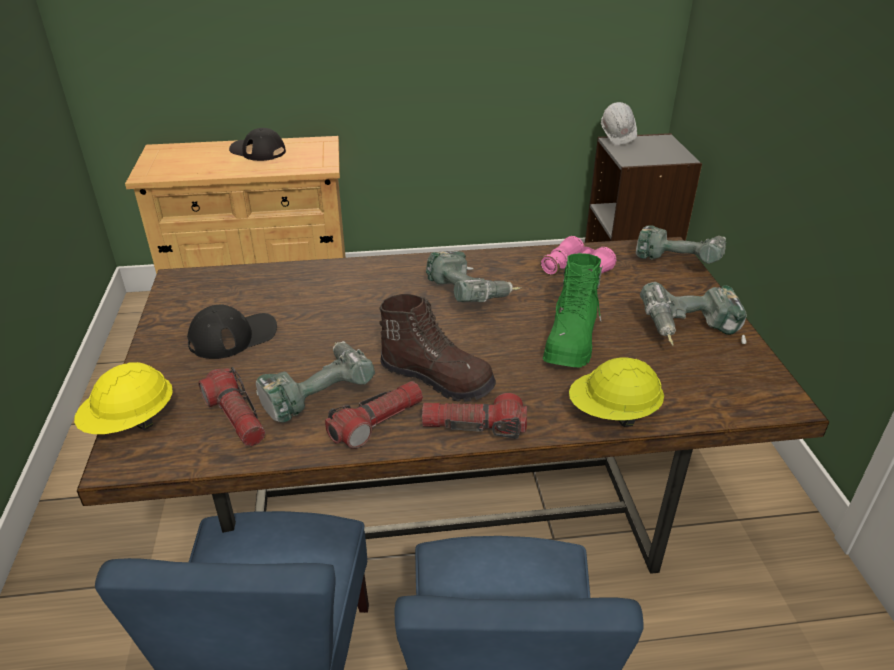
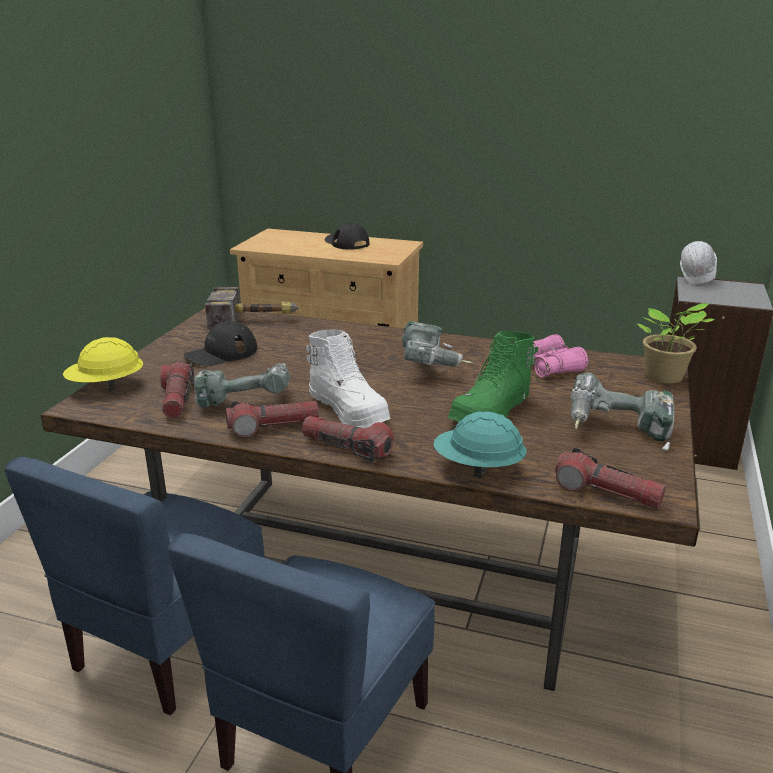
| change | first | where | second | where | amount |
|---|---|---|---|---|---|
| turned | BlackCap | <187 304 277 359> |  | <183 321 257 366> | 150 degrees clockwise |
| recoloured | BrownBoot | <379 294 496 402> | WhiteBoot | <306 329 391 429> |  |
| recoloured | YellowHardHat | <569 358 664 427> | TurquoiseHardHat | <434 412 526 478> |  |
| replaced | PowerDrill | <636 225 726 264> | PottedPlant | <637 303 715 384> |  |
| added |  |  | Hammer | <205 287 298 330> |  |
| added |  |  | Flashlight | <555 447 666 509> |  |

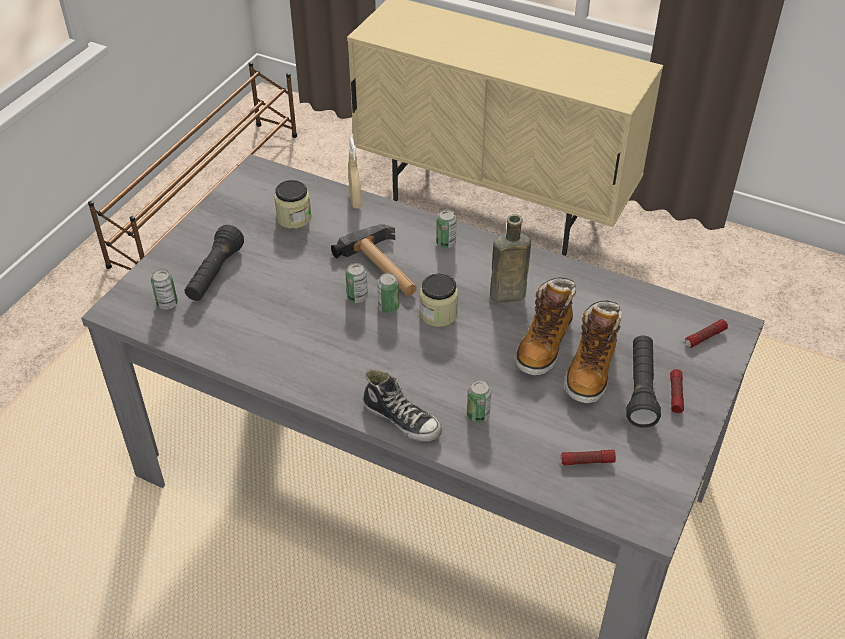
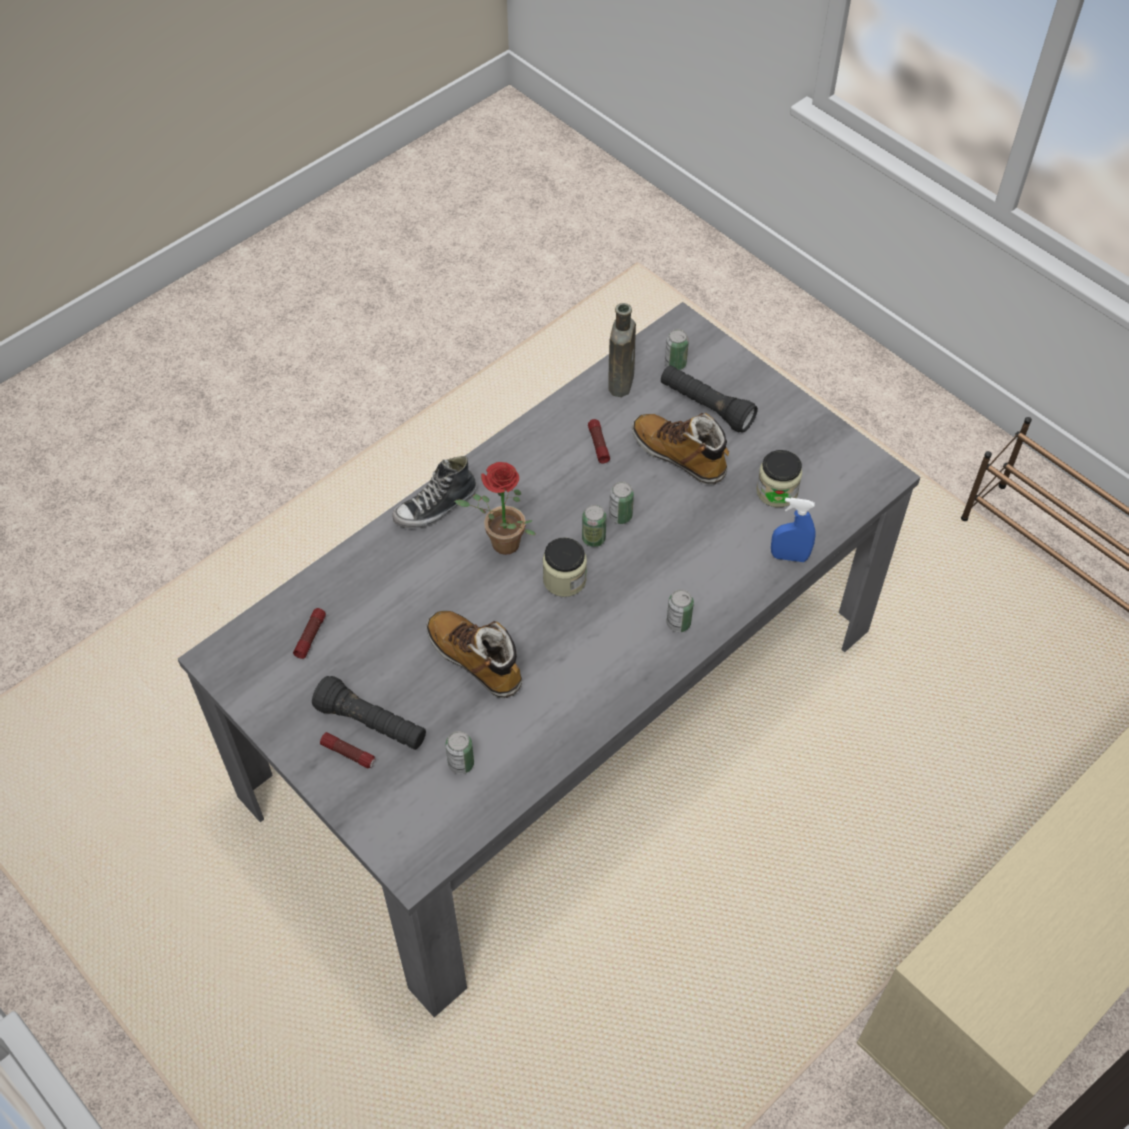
| change | first | where | second | where | amount |
|---|---|---|---|---|---|
| removed | Hammer | <331 224 417 296> |  |  |  |
| recoloured | BeigeSprayBottle | <348 137 362 209> | BlueSprayBottle | <771 498 816 562> |  |
| moved | Can | <467 380 491 423> |  | <445 731 474 774> |  |
| moved | BrownBottle | <490 214 531 303> |  | <608 303 636 397> |  |
| moved | Boot | <564 301 622 404> |  | <632 412 729 485> |  |
| moved | Flashlight | <685 319 728 348> |  | <588 419 610 463> |  |
| added |  |  | PottedPlant | <454 462 536 555> |  |

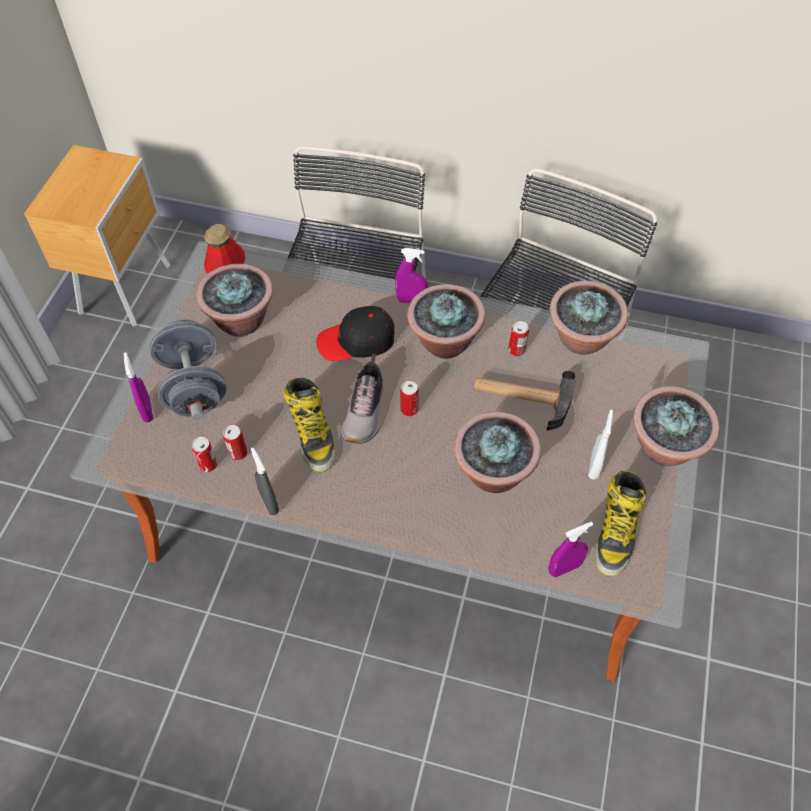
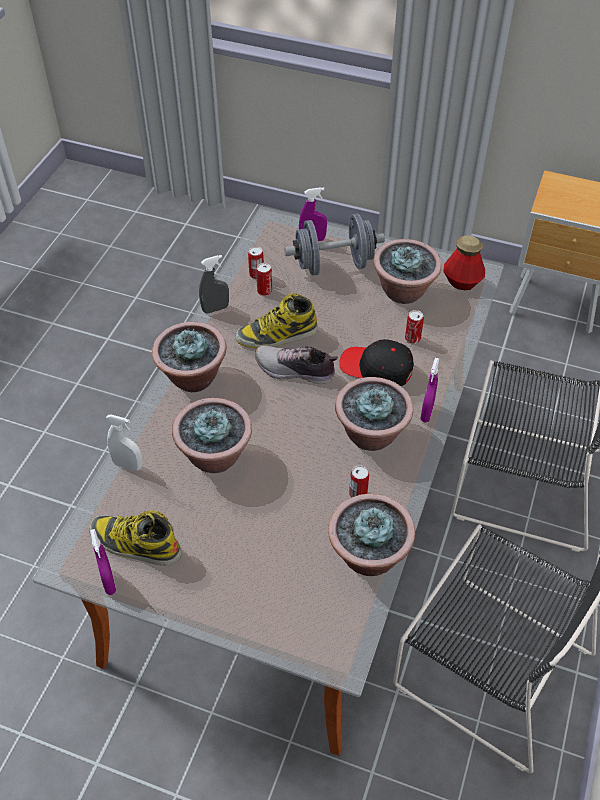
| change | first | where | second | where | amount |
|---|---|---|---|---|---|
| turned | BlackCap | <316 306 394 361> |  | <339 339 414 386> | 60 degrees counterclockwise |
| moved | Can | <400 381 419 416> |  | <405 310 424 344> |  |
| removed | Hammer | <474 371 576 431> |  |  |  |
| moved | PurpleSprayBottle | <549 522 593 577> |  | <90 529 116 595> |  |
| moved | WhiteSprayBottle | <588 410 613 480> |  | <106 415 143 471> |  |
| moved | PottedPlant | <633 386 720 466> |  | <152 322 226 392> |  |

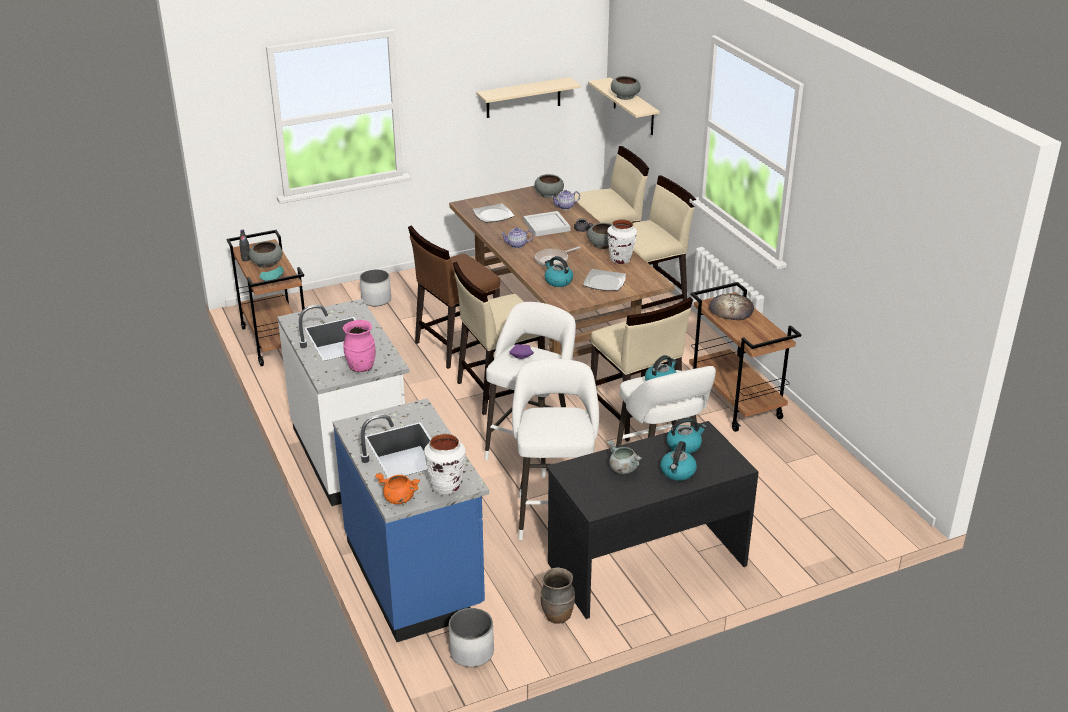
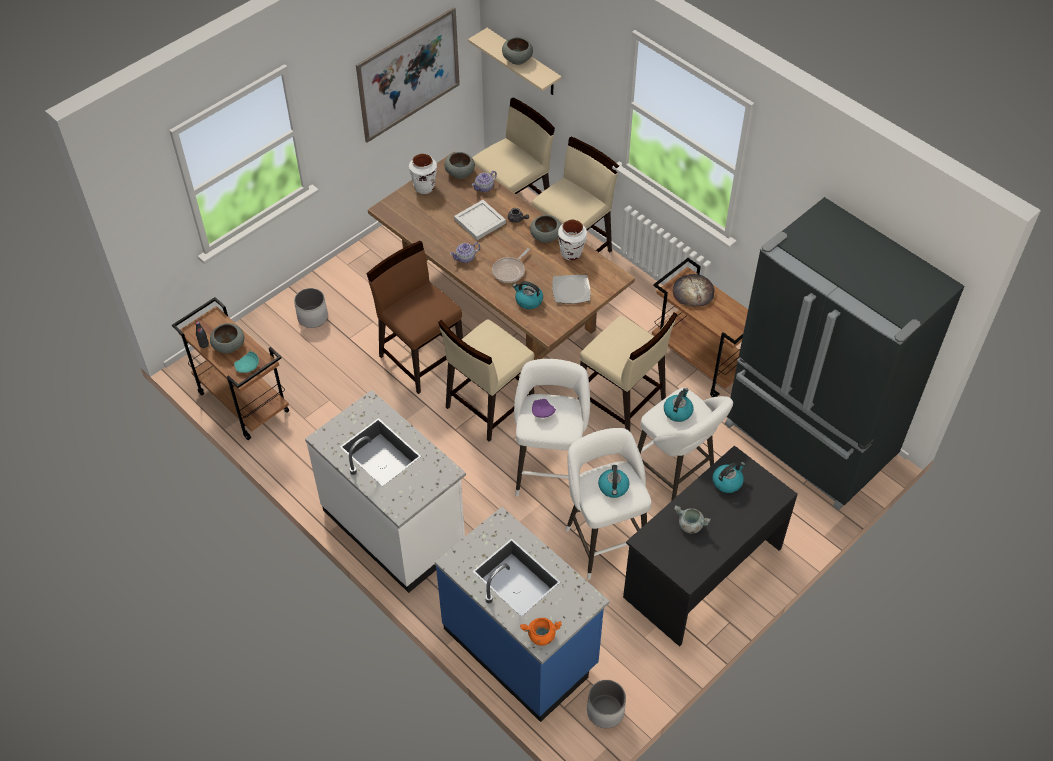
| change | first | where | second | where | amount |
|---|---|---|---|---|---|
| removed | PinkVase | <343 320 376 372> |  |  |  |
| turned | BrownChair | <408 225 500 369> |  | <367 241 463 394> | 105 degrees clockwise |
| moved | WhiteVase | <424 434 466 494> |  | <409 154 437 194> |  |
| removed | Plate | <473 203 514 223> |  |  |  |
| replaced | BeigeShelf | <476 77 581 118> | Picture | <356 7 460 143> |  |
| removed | BrownVase | <541 567 575 624> |  |  |  |
| moved | Kettle | <660 441 697 481> |  | <598 465 630 498> |  |
| added |  |  | BlackFridge | <725 197 964 511> |  |

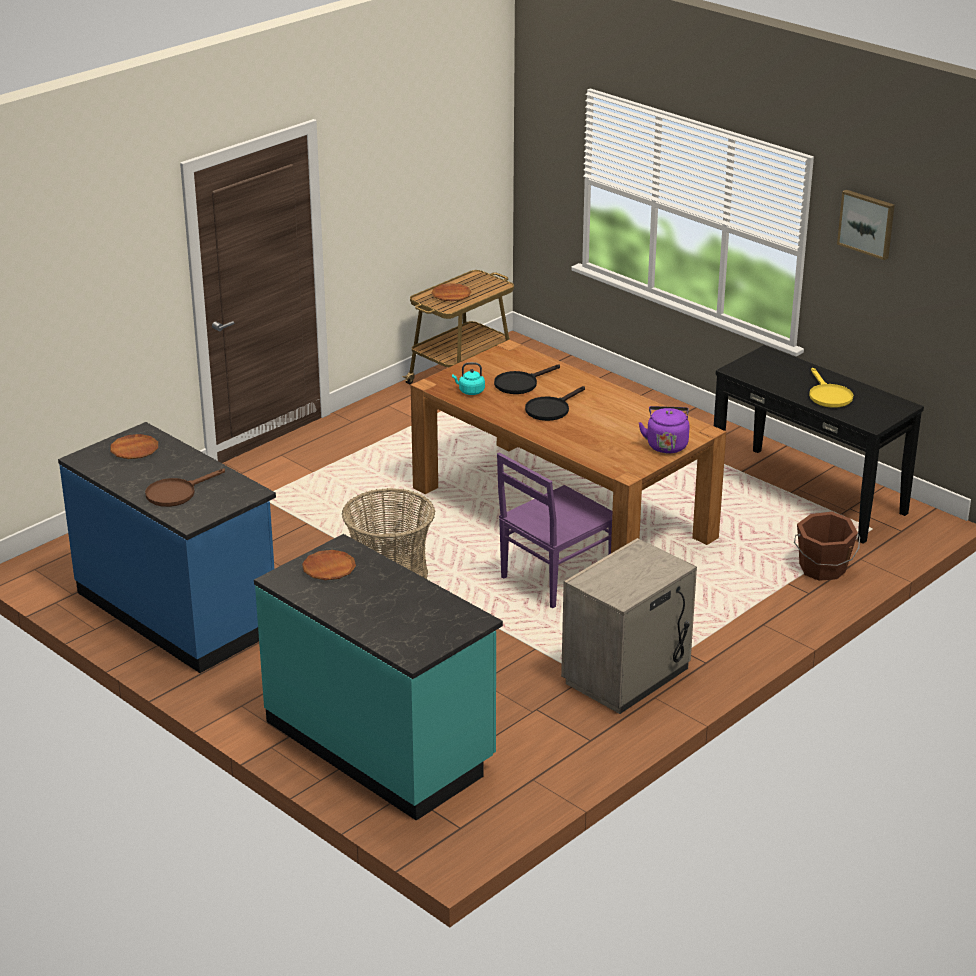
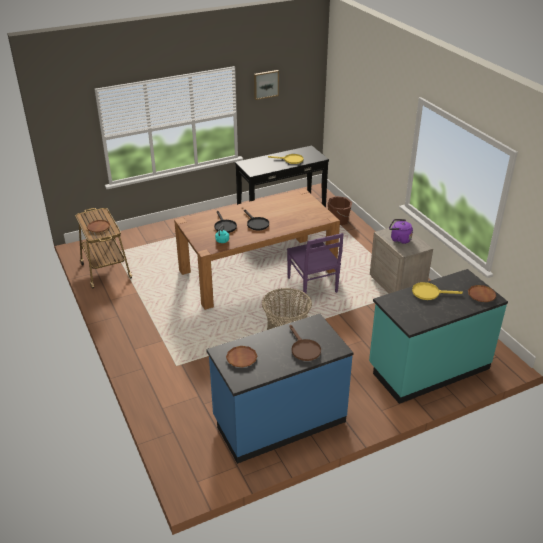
| change | first | where | second | where | amount |
|---|---|---|---|---|---|
| moved | BrownPlate | <302 550 356 580> |  | <468 285 496 302> |  |
| moved | PurpleKettle | <639 406 690 453> |  | <389 219 413 244> |  |
| added |  |  | YellowFryingPan | <412 282 463 300> |  |

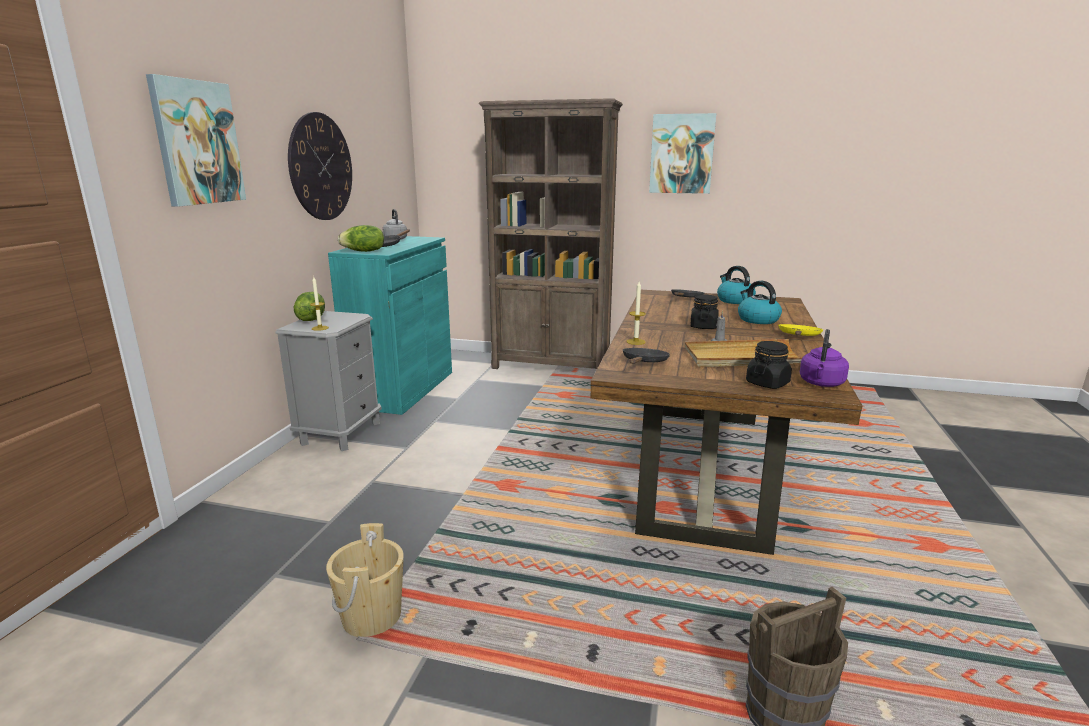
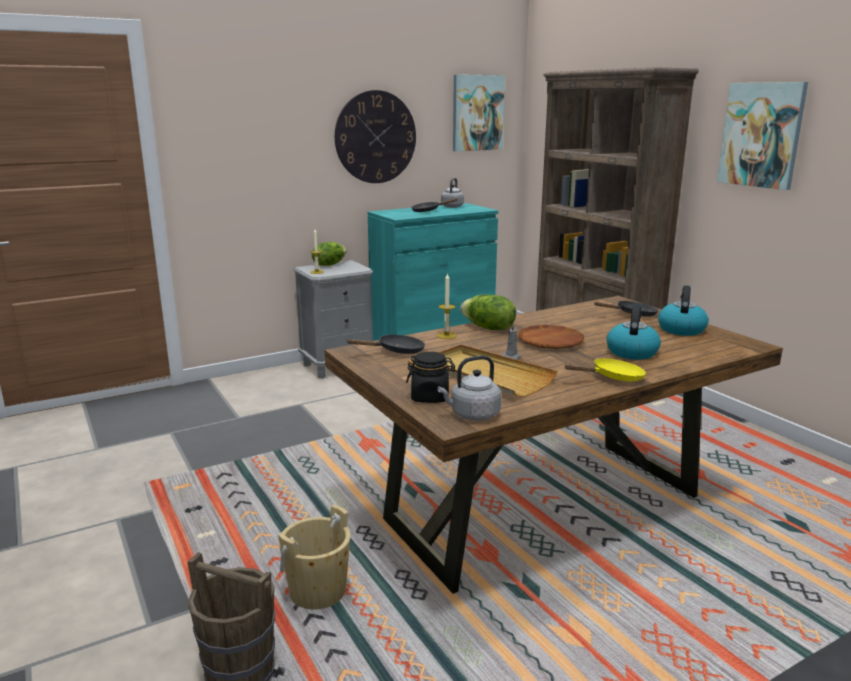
| change | first | where | second | where | amount |
|---|---|---|---|---|---|
| moved | Picture | <146 74 246 207> |  | <453 75 505 151> |  |
| moved | BeigeBucket | <326 523 404 637> |  | <278 504 351 610> |  |
| moved | Lettuce | <338 225 384 252> |  | <460 294 516 330> |  |
| replaced | BlackJar | <690 295 719 329> | BrownPlate | <518 325 584 349> |  |
| recoloured | PurpleKettle | <800 329 849 387> | GreyKettle | <437 356 501 420> |  |

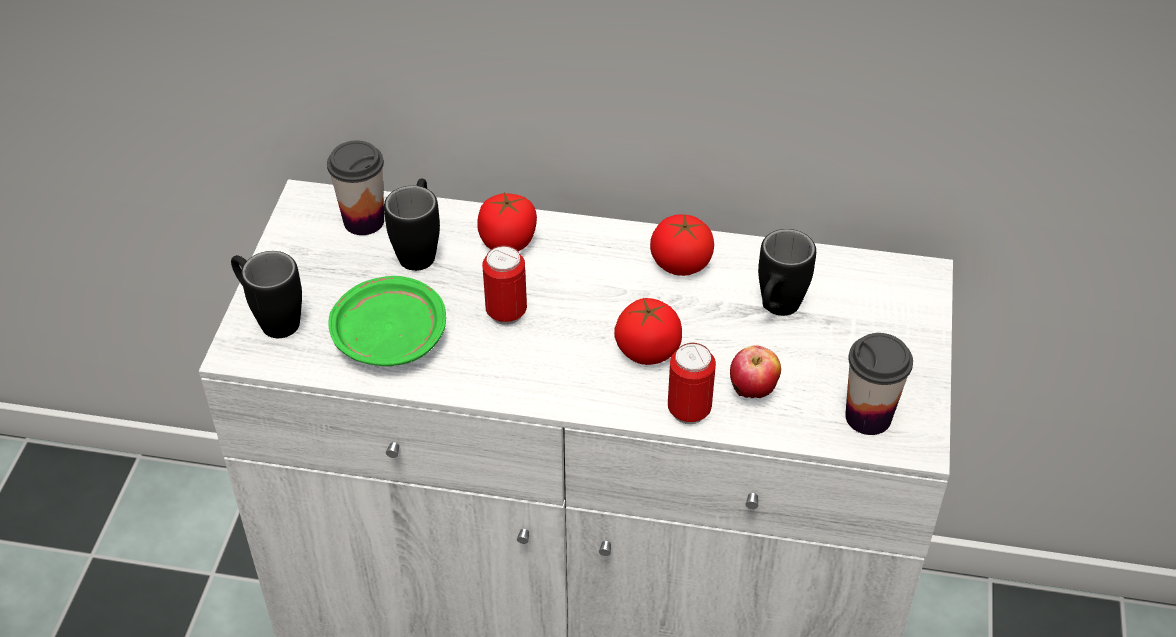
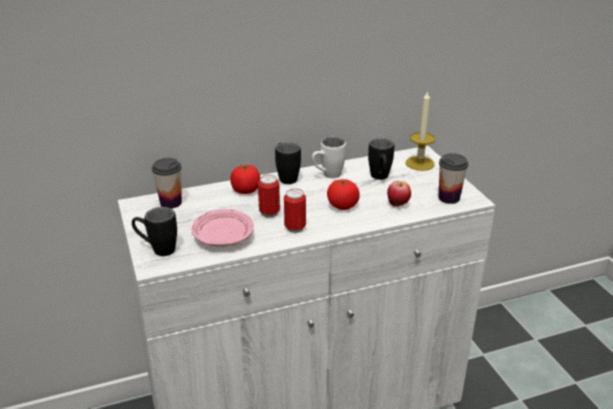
| change | first | where | second | where | amount |
|---|---|---|---|---|---|
| recoloured | GreenPlate | <328 276 446 366> | PinkPlate | <192 209 254 246> |  |
| moved | BlackMug | <384 179 440 271> |  | <275 142 301 184> |  |
| replaced | Tomato | <650 214 714 276> | WhiteMug | <312 137 346 178> |  |
| moved | Can | <668 343 716 424> |  | <284 189 306 233> |  |
| added |  |  | Candle | <406 90 435 171> |  |

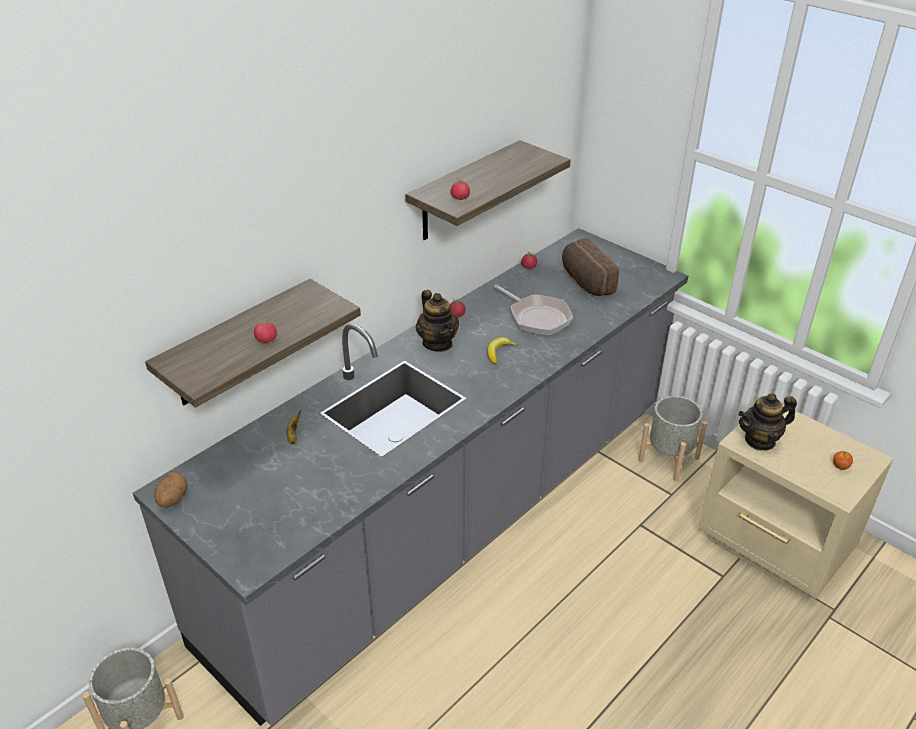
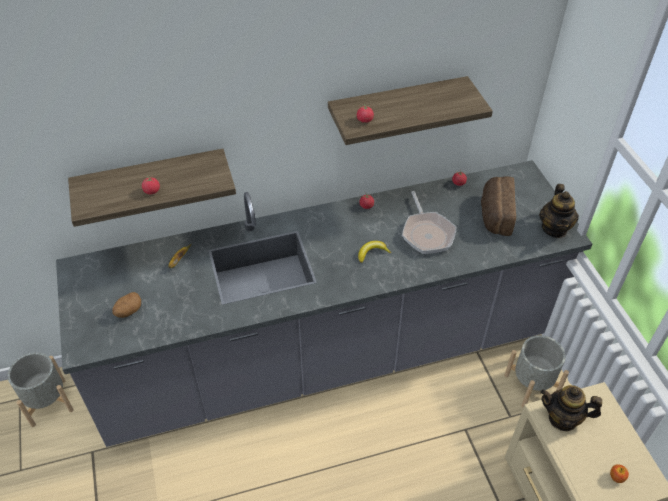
| change | first | where | second | where | amount |
|---|---|---|---|---|---|
| moved | Potato | <154 472 187 507> |  | <112 292 141 318> |  |
| moved | Teapot | <416 290 459 352> |  | <539 184 579 238> |  |

